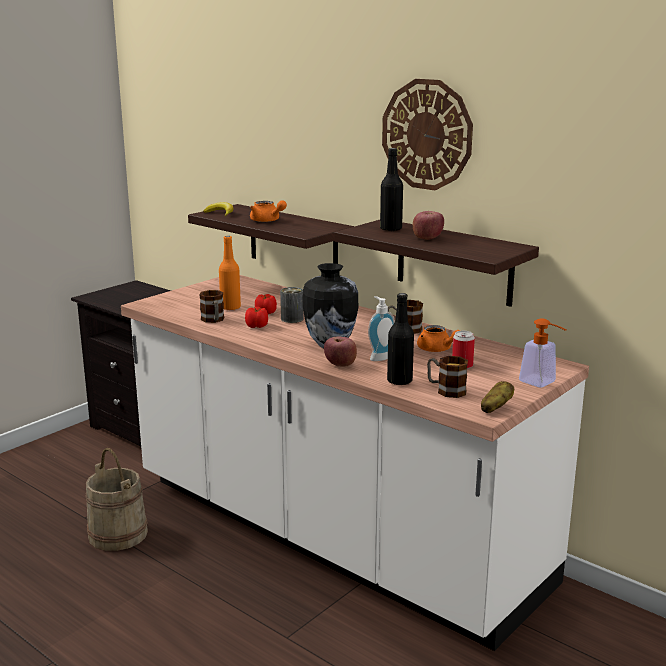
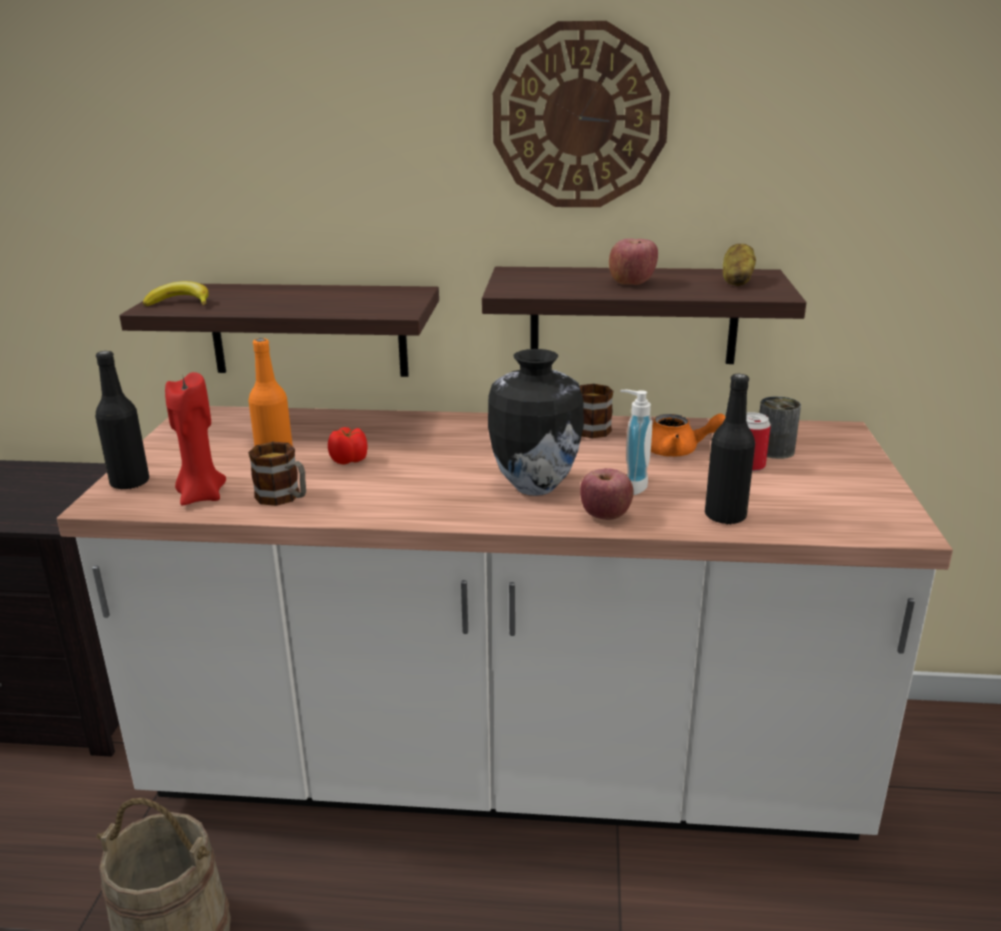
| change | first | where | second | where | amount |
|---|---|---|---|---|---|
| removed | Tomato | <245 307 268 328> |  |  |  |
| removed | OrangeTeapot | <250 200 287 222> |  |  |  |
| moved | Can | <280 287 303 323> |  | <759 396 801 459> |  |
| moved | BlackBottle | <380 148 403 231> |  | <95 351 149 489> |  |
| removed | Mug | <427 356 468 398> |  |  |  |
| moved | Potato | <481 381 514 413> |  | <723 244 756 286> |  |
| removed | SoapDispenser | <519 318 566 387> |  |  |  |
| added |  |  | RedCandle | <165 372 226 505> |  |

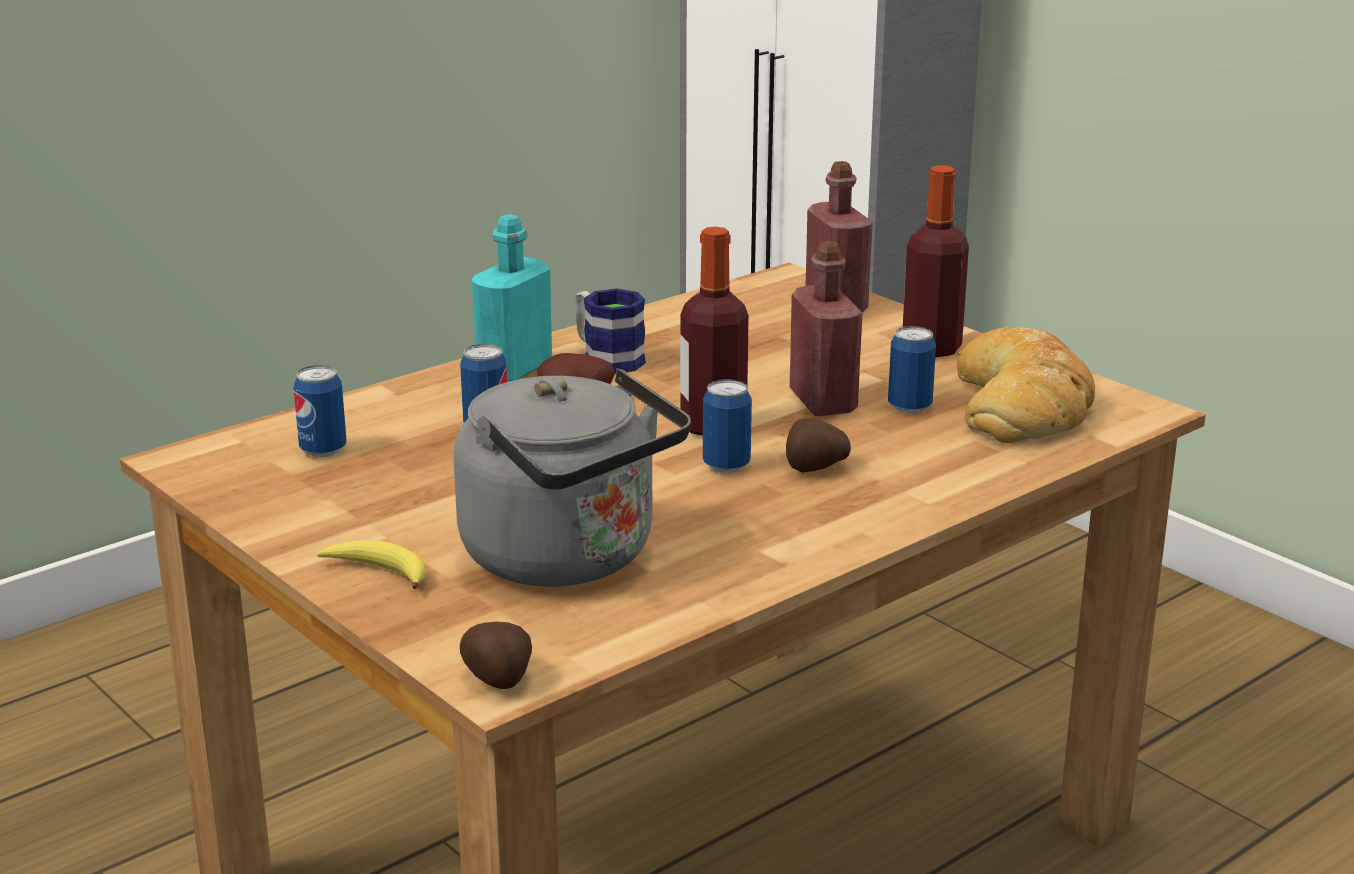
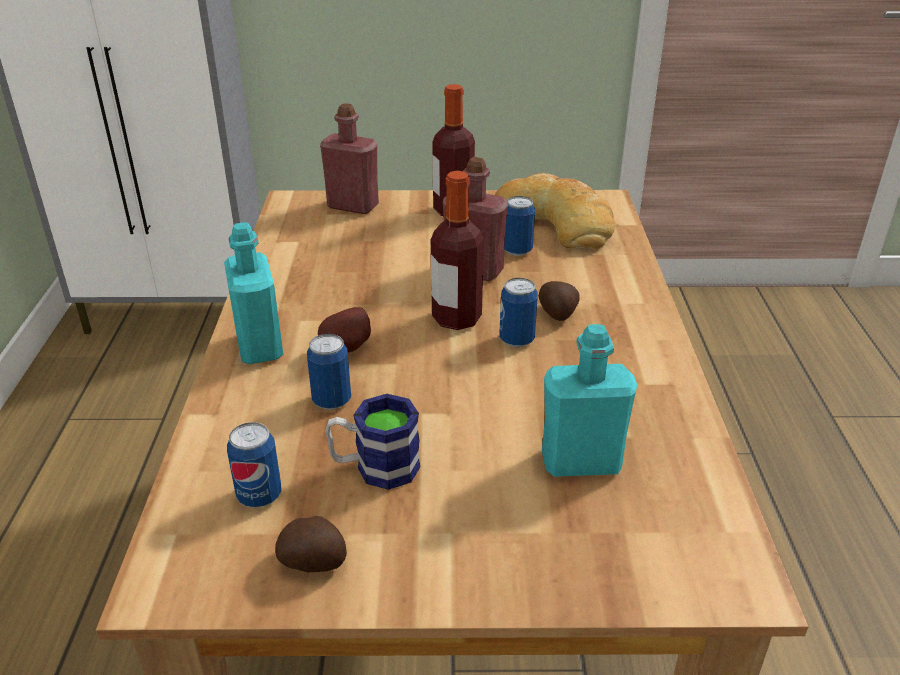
| change | first | where | second | where | amount |
|---|---|---|---|---|---|
| removed | Banana | <317 540 426 589> |  |  |  |
| replaced | GreyKettle | <454 368 691 586> | TurquoiseBottle | <542 324 637 477> |  |
| moved | Potato | <460 622 532 689> |  | <275 516 347 572> |  |
| moved | Mug | <575 288 646 374> |  | <325 394 420 490> |  |

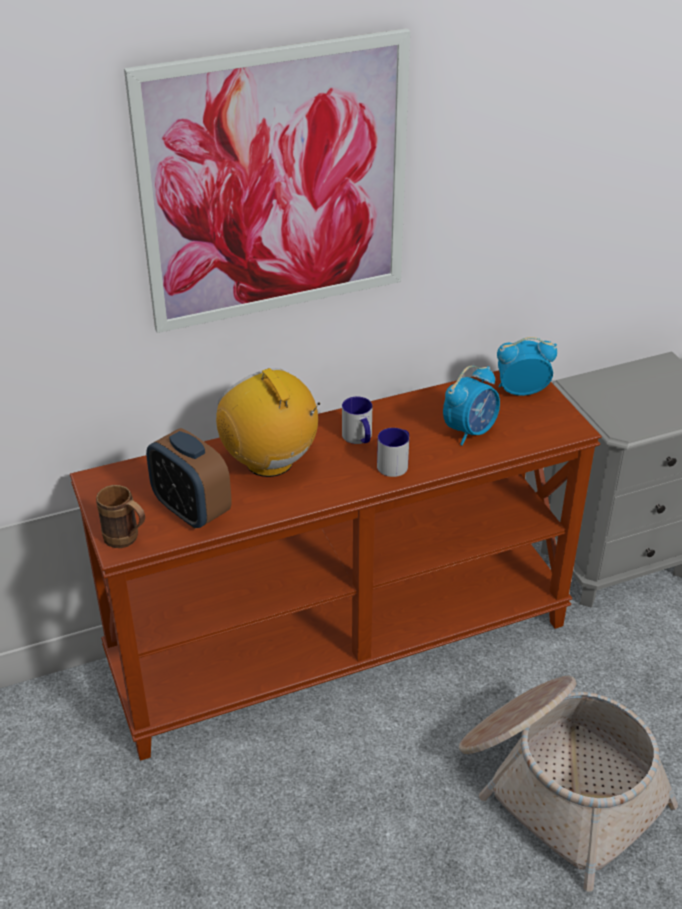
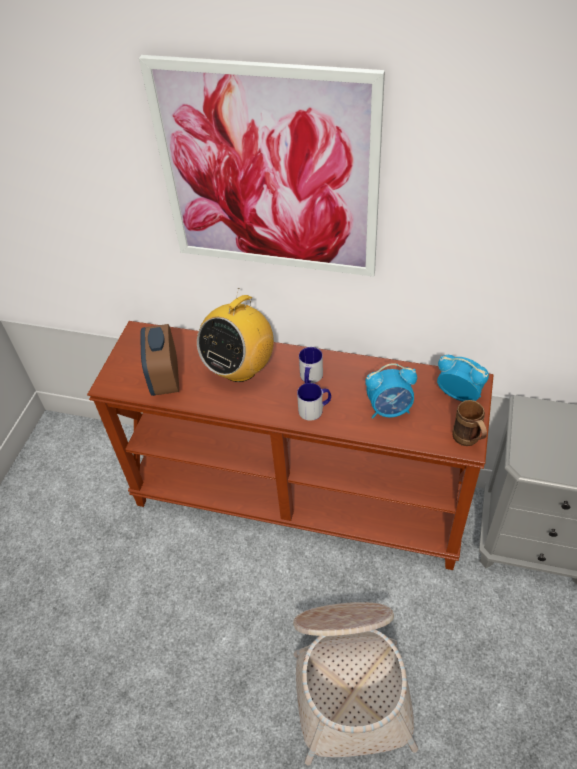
| change | first | where | second | where | amount |
|---|---|---|---|---|---|
| moved | BrownMug | <96 485 145 548> |  | <452 400 487 446> |  |
| turned | Radio | <216 368 320 477> |  | <197 288 274 382> | 150 degrees counterclockwise |

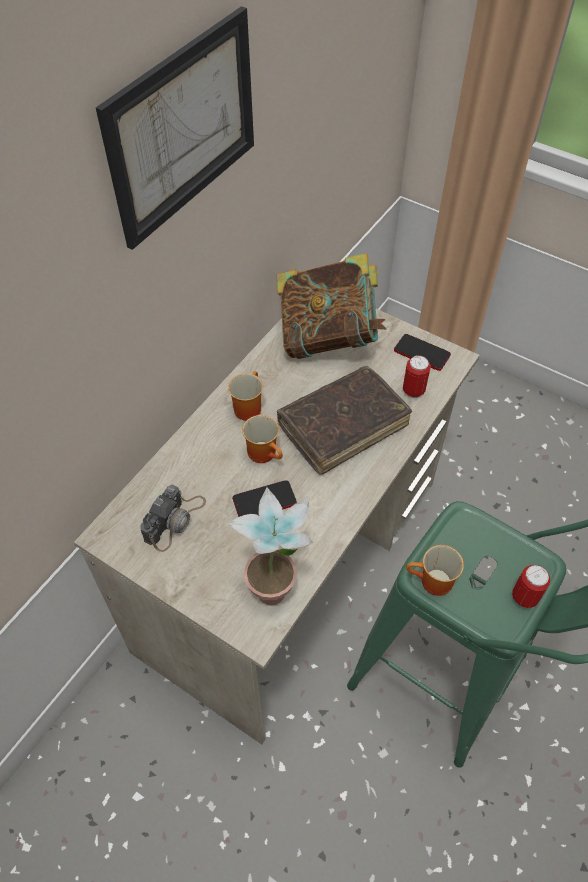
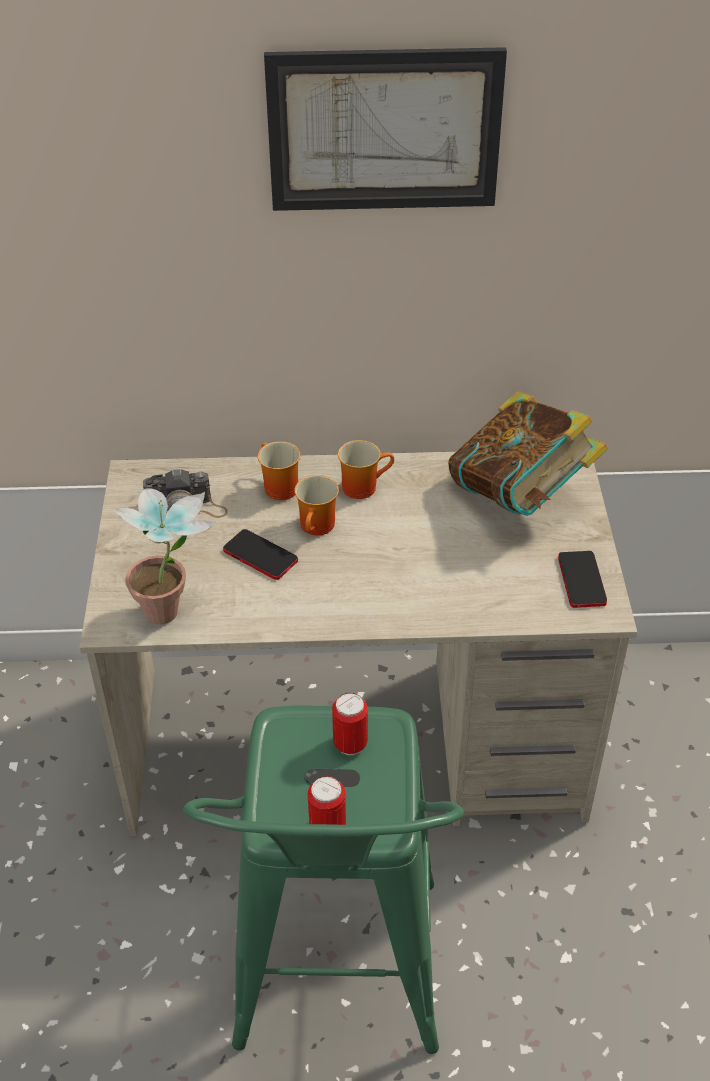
| change | first | where | second | where | amount |
|---|---|---|---|---|---|
| removed | BrownBook | <277 366 412 475> |  |  |  |
| moved | Can | <403 355 431 398> |  | <332 693 368 755> |  |
| moved | Mug | <406 545 464 596> |  | <257 441 300 500> |  |

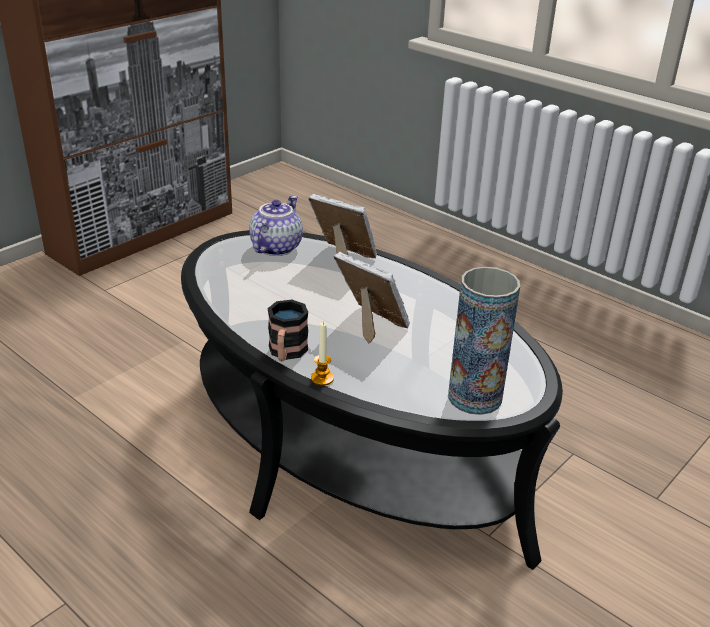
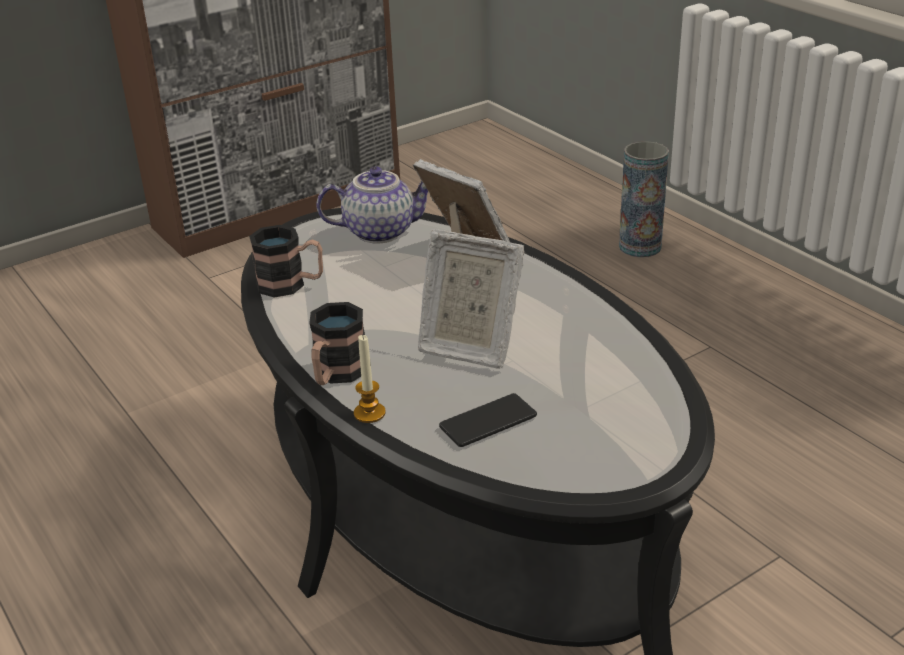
| change | first | where | second | where | amount |
|---|---|---|---|---|---|
| turned | Teapot | <249 196 303 256> |  | <316 166 428 244> | 45 degrees clockwise |
| turned | PictureFrame | <333 251 410 343> |  | <418 229 524 369> | 150 degrees clockwise |
| moved | Vase | <448 267 520 415> |  | <619 141 669 258> |  |
| added |  |  | Mug | <249 225 323 298> |  |
| added |  |  | Phone | <439 393 537 447> |  |

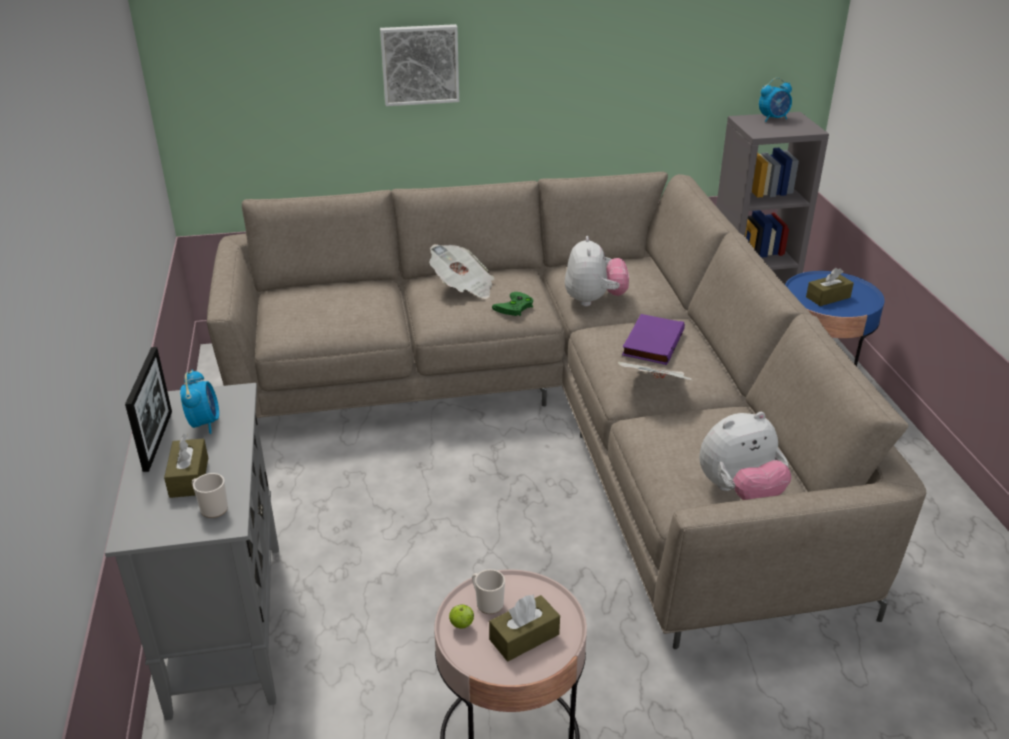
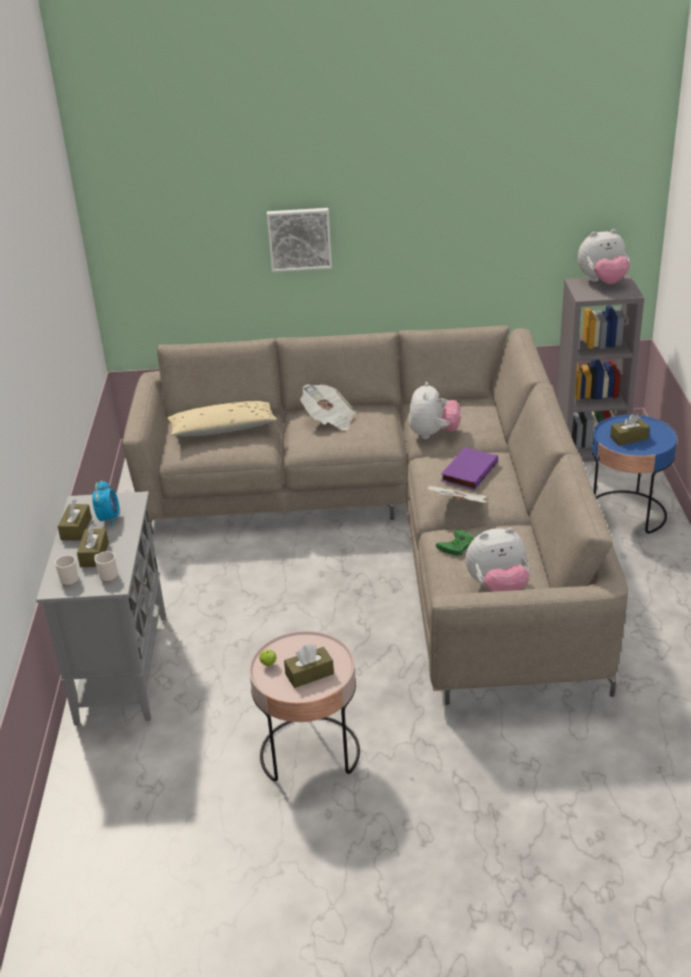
| change | first | where | second | where | amount |
|---|---|---|---|---|---|
| replaced | PictureFrame | <125 347 172 472> | BrownTissueBox | <57 499 92 541> |  |
| moved | Mug | <472 569 505 614> |  | <55 555 79 586> |  |
| moved | GreenGameController | <492 292 533 316> |  | <436 530 474 556> |  |
| replaced | AlarmClock | <759 78 792 122> | PlushToy | <578 229 630 284> |  |
| added |  |  | BeigePillow | <167 401 277 437> |  |

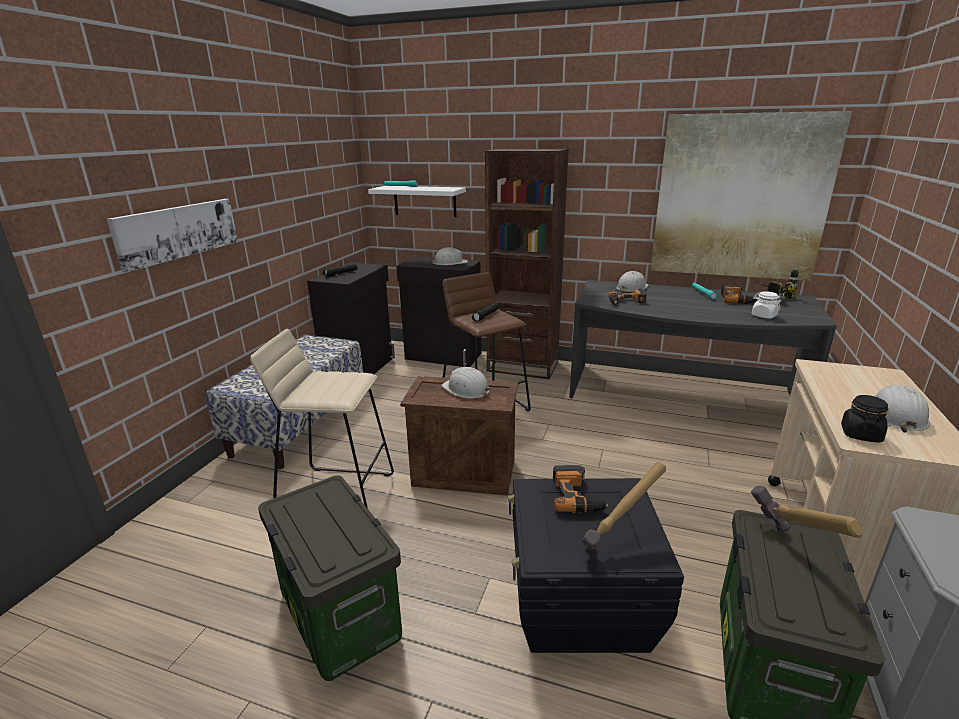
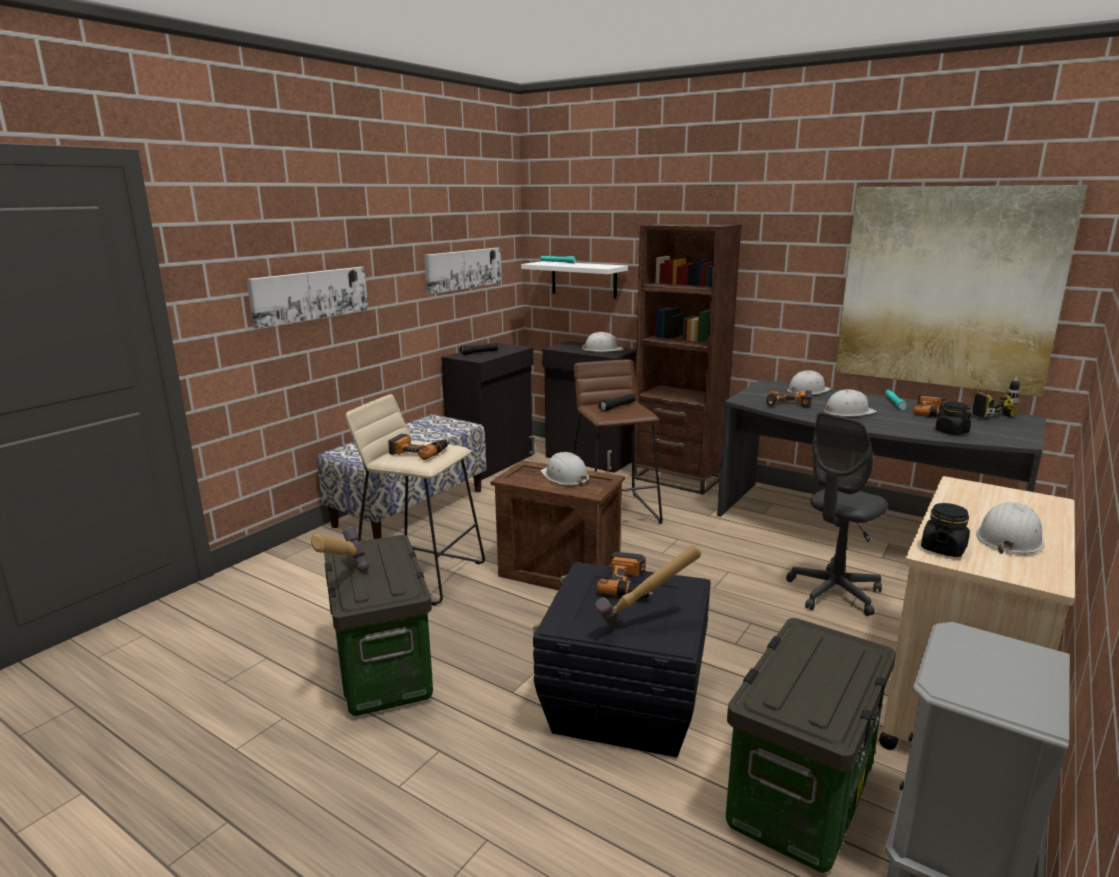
| change | first | where | second | where | amount |
|---|---|---|---|---|---|
| moved | Hammer | <751 485 863 538> |  | <311 527 369 572> |  |
| recoloured | WhiteJar | <752 291 781 319> | BlackJar | <935 402 971 435> |  |
| added |  |  | PowerDrill | <388 434 448 460> |  |
| added |  |  | Picture | <424 248 501 294> |  |
| added |  |  | GreyOfficeChair | <786 412 887 616> |  |
| added |  |  | WhiteHardHat | <824 389 877 416> |  |

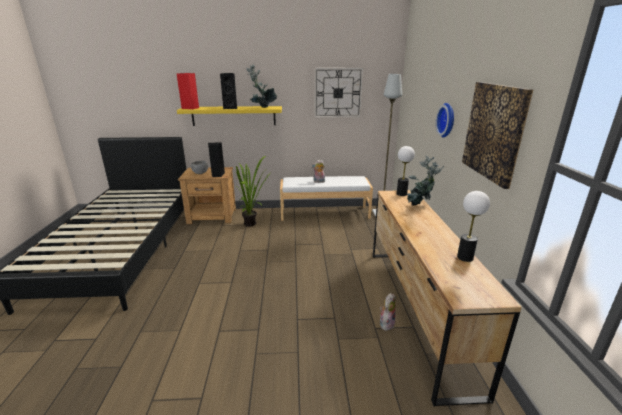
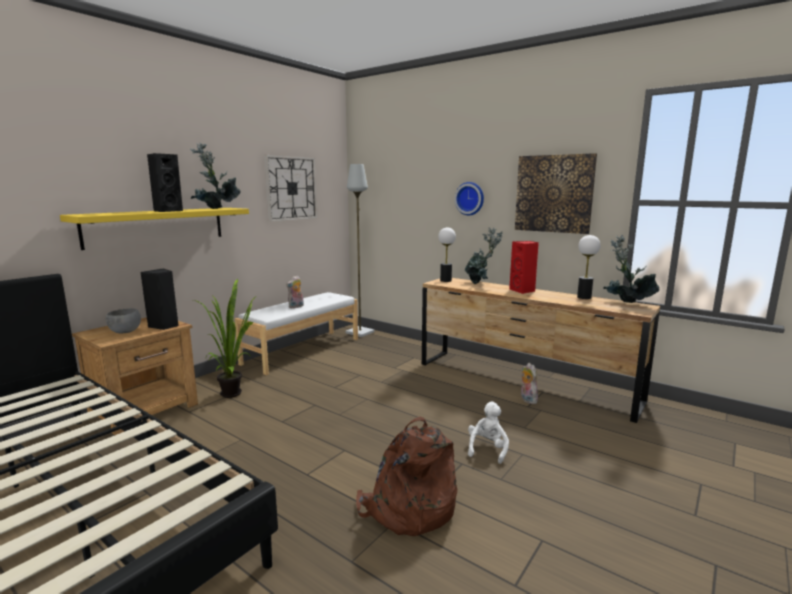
| change | first | where | second | where | amount |
|---|---|---|---|---|---|
| moved | RedSpeaker | <177 73 199 109> |  | <509 241 539 294> |  |
| added |  |  | BrownBackpack | <356 417 458 536> |  |
| added |  |  | WhitePlushToy | <468 401 509 464> |  |
| added |  |  | PottedPlant | <603 235 660 303> |  |

